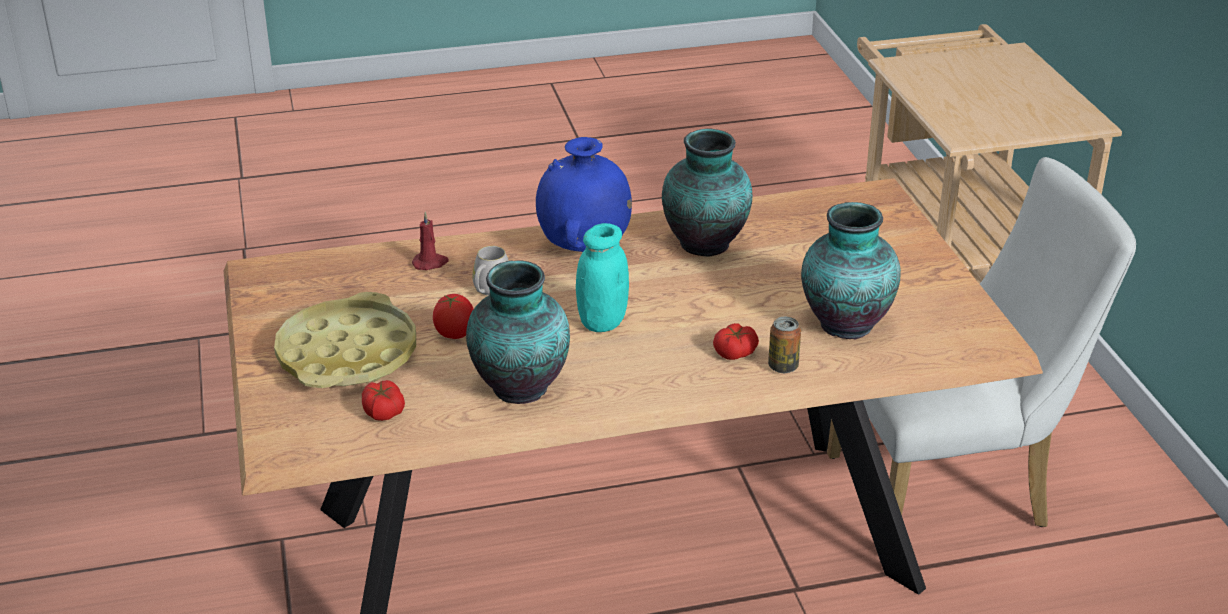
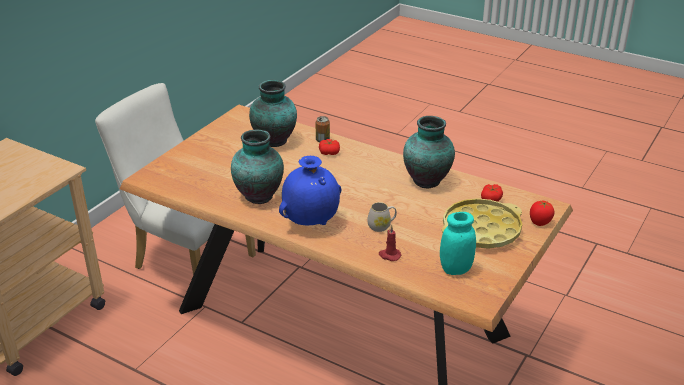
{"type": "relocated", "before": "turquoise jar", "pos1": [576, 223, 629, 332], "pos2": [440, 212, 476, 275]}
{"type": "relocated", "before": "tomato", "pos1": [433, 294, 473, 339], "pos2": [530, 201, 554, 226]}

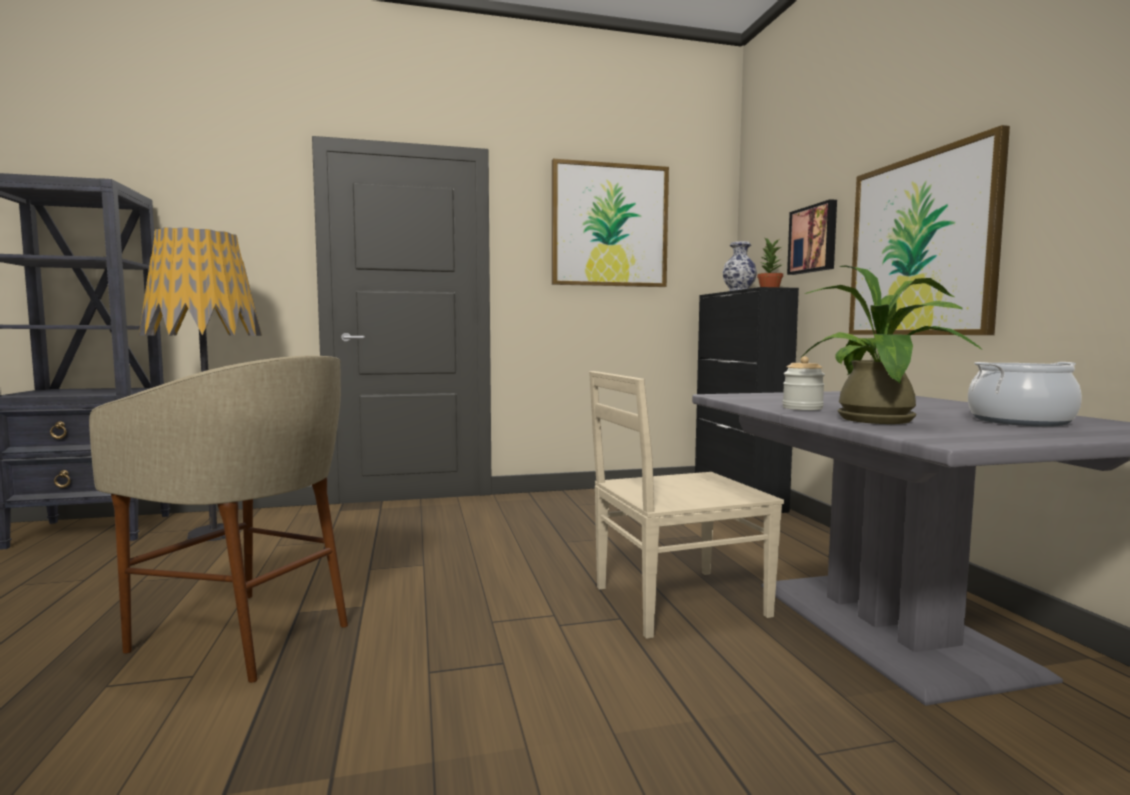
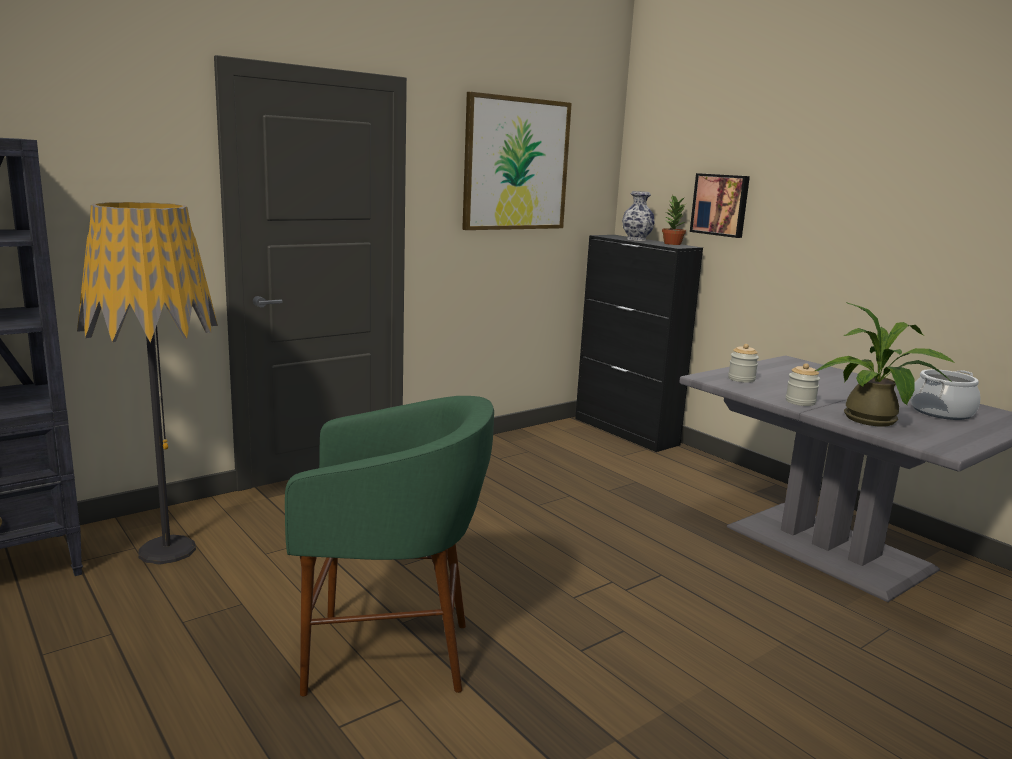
{"type": "colour", "before": "beige stool", "after": "green stool", "pos1": [89, 356, 348, 683], "pos2": [285, 396, 494, 696]}
{"type": "appeared", "after": "jar", "pos2": [728, 344, 759, 383]}
{"type": "missing", "before": "beige chair", "pos1": [589, 371, 784, 639]}
{"type": "missing", "before": "picture", "pos1": [849, 125, 1010, 335]}

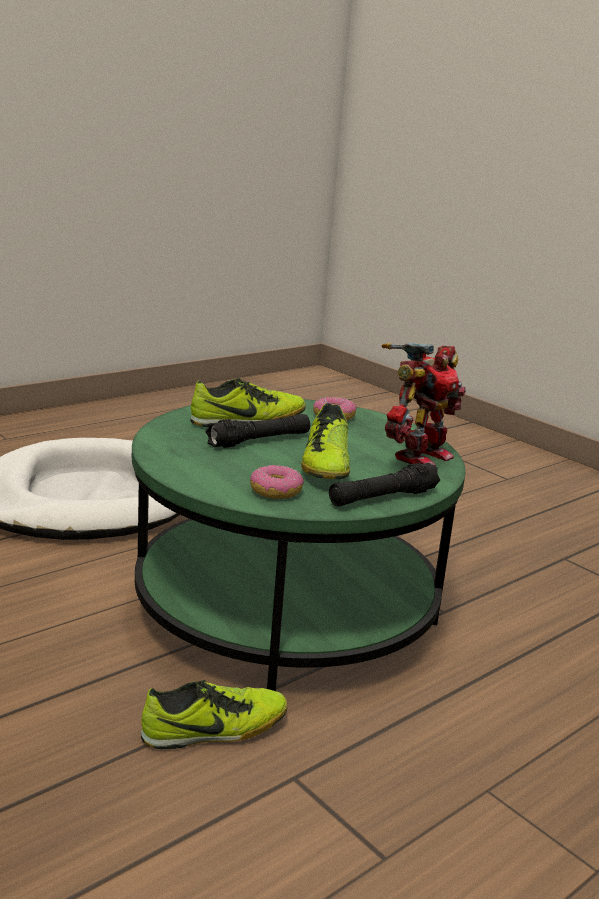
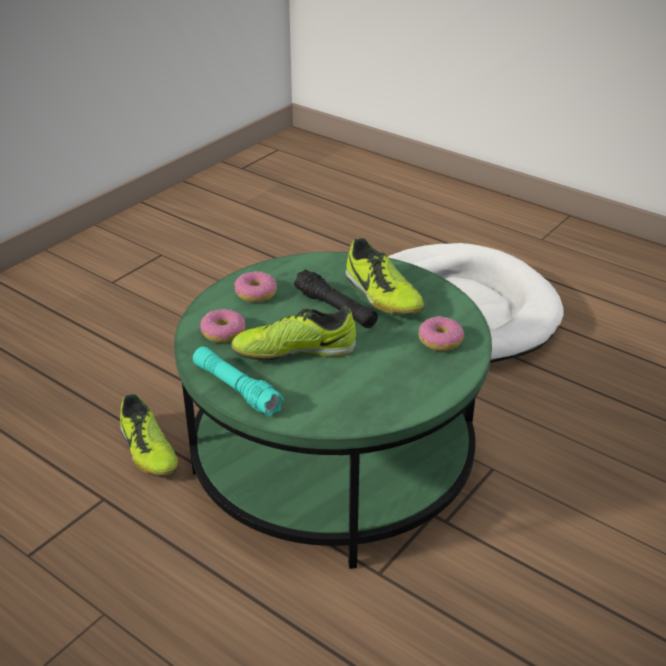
{"type": "colour", "before": "black flashlight", "after": "turquoise flashlight", "pos1": [329, 463, 440, 506], "pos2": [193, 346, 284, 417]}
{"type": "appeared", "after": "donut", "pos2": [234, 271, 277, 302]}
{"type": "missing", "before": "toy robot", "pos1": [382, 343, 466, 466]}

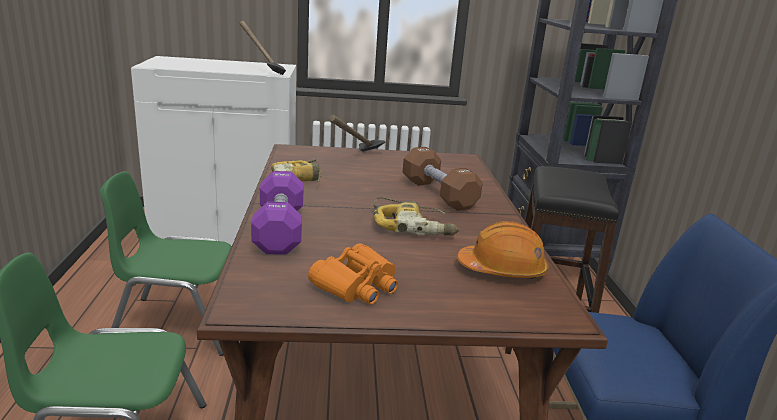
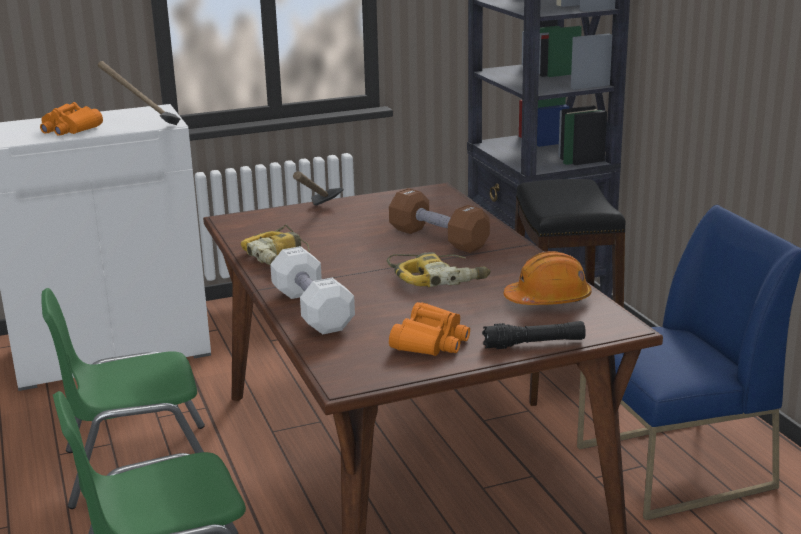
{"type": "appeared", "after": "orange binoculars", "pos2": [40, 102, 103, 136]}
{"type": "colour", "before": "purple dumbbell", "after": "white dumbbell", "pos1": [251, 171, 304, 255], "pos2": [270, 246, 355, 334]}
{"type": "appeared", "after": "black flashlight", "pos2": [482, 321, 586, 349]}

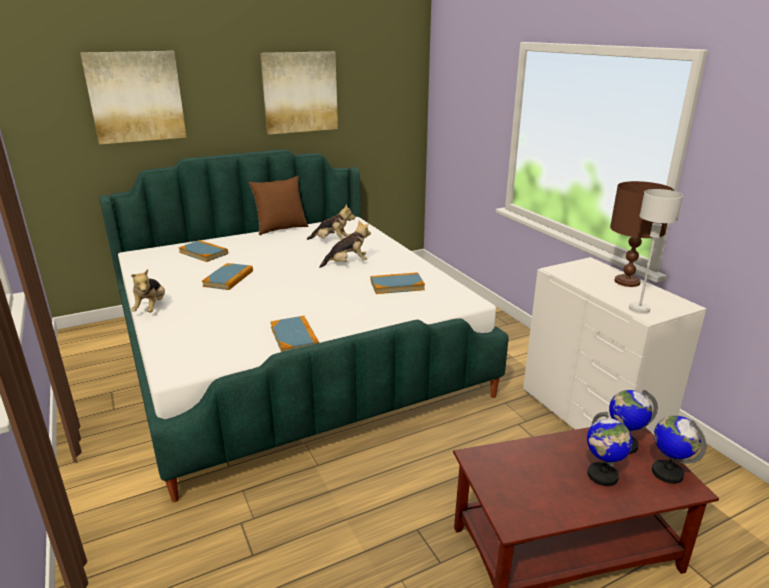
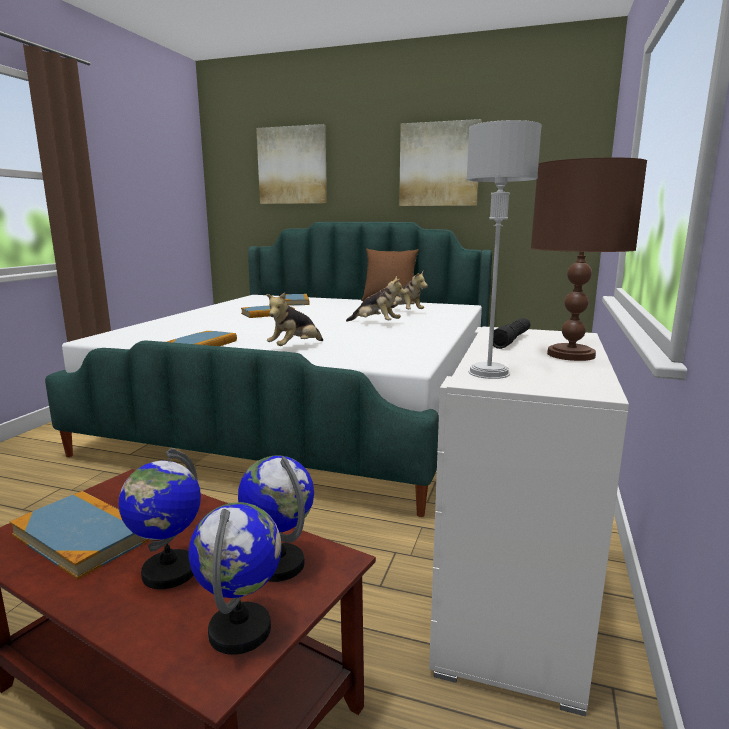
{"type": "relocated", "before": "book", "pos1": [371, 272, 425, 294], "pos2": [10, 491, 150, 580]}
{"type": "relocated", "before": "plush toy", "pos1": [131, 269, 165, 312], "pos2": [266, 292, 323, 346]}
{"type": "appeared", "after": "black flashlight", "pos2": [493, 318, 531, 349]}

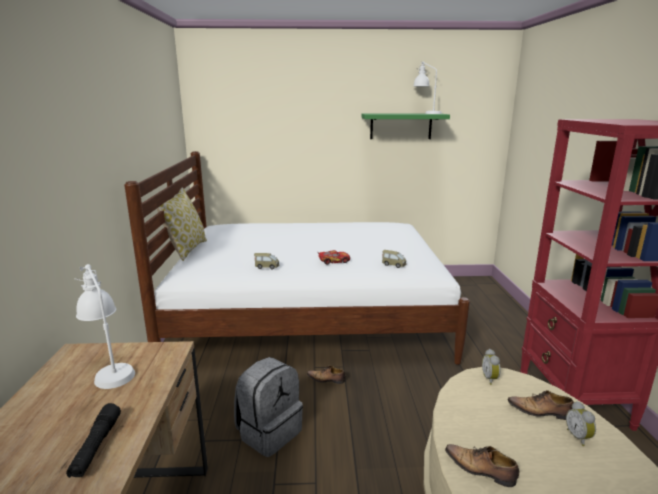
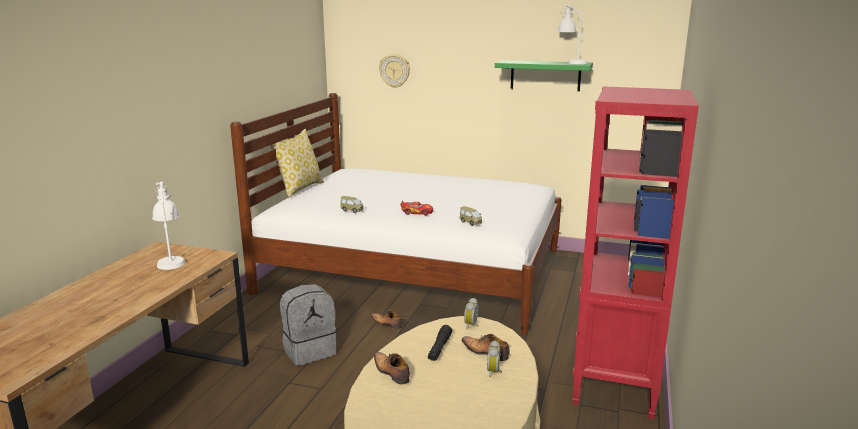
{"type": "appeared", "after": "wall clock", "pos2": [379, 54, 410, 88]}
{"type": "relocated", "before": "black flashlight", "pos1": [66, 403, 121, 478], "pos2": [428, 325, 452, 361]}

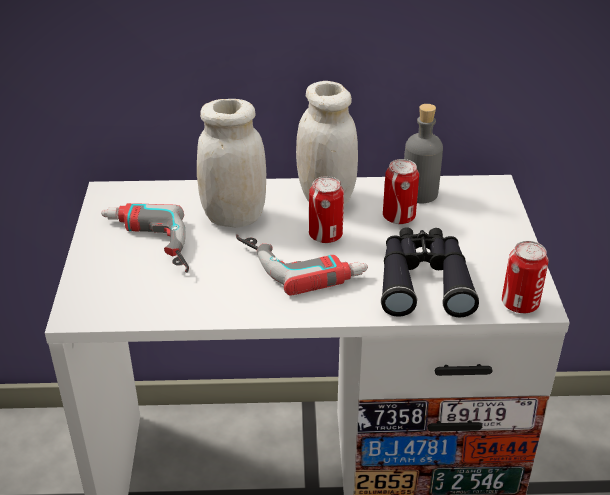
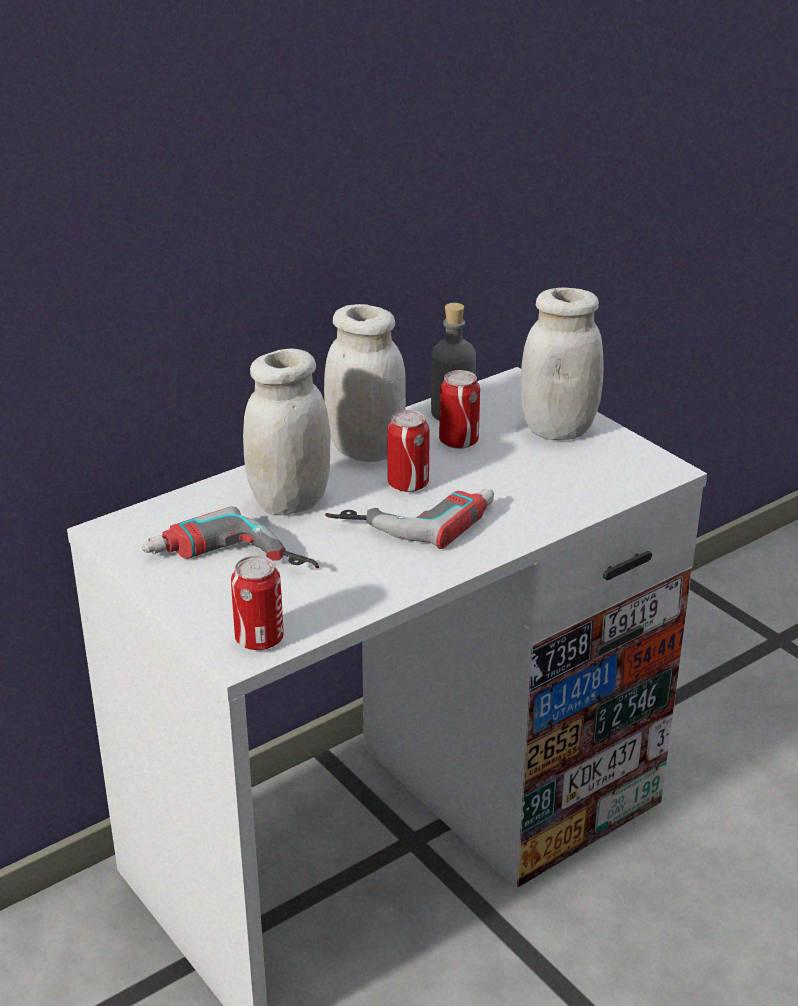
{"type": "relocated", "before": "can", "pos1": [502, 241, 548, 313], "pos2": [231, 556, 284, 650]}
{"type": "appeared", "after": "white jar", "pos2": [521, 288, 603, 440]}
{"type": "missing", "before": "black binoculars", "pos1": [381, 227, 479, 317]}

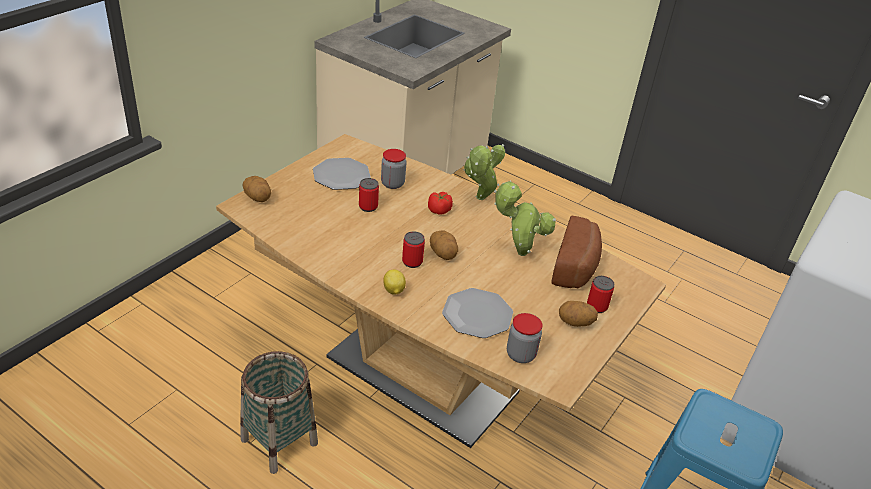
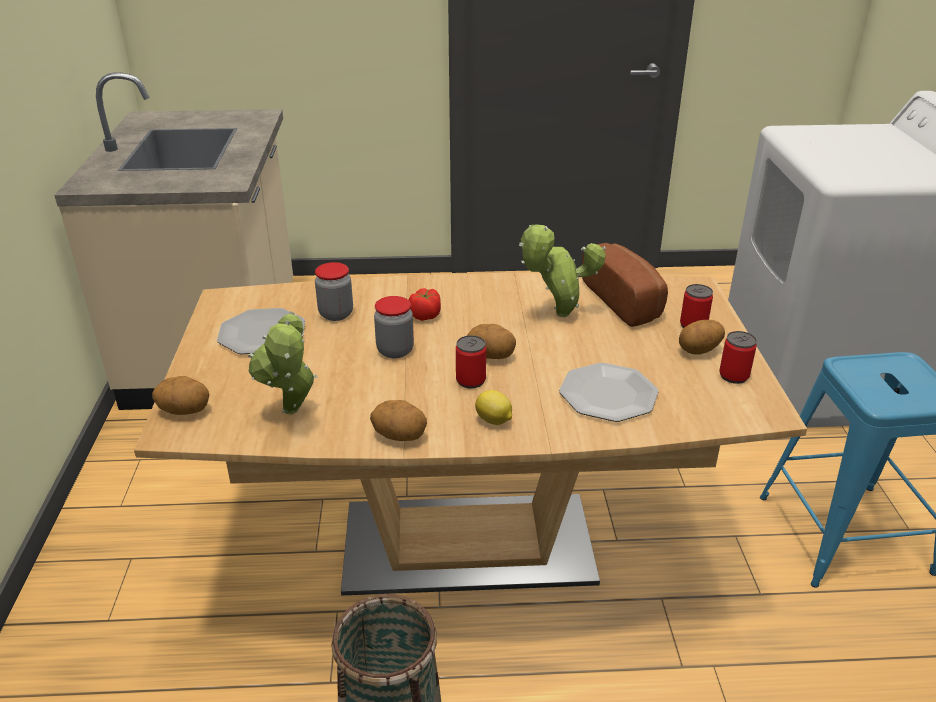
{"type": "relocated", "before": "potted plant", "pos1": [464, 144, 505, 200], "pos2": [248, 311, 318, 415]}
{"type": "appeared", "after": "potato", "pos2": [370, 400, 427, 441]}
{"type": "relocated", "before": "jar", "pos1": [507, 313, 543, 363], "pos2": [374, 296, 414, 358]}
{"type": "relocated", "before": "can", "pos1": [359, 178, 379, 212], "pos2": [719, 331, 757, 384]}

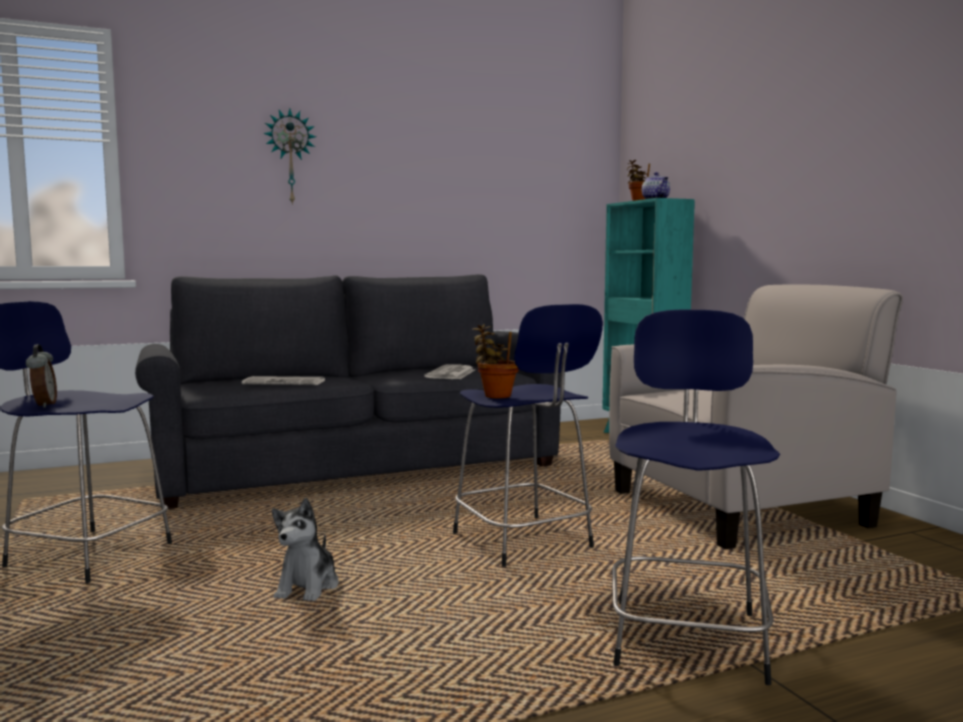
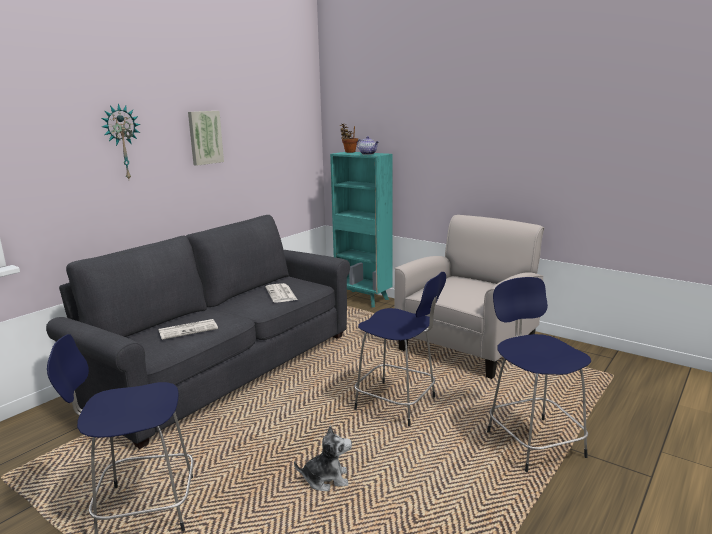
{"type": "appeared", "after": "picture", "pos2": [188, 111, 224, 166]}
{"type": "spun", "before": "plush toy", "pos1": [272, 498, 339, 601], "pos2": [294, 425, 352, 491], "turn": -75}
{"type": "missing", "before": "alarm clock", "pos1": [26, 344, 57, 408]}
{"type": "missing", "before": "potted plant", "pos1": [472, 324, 519, 398]}

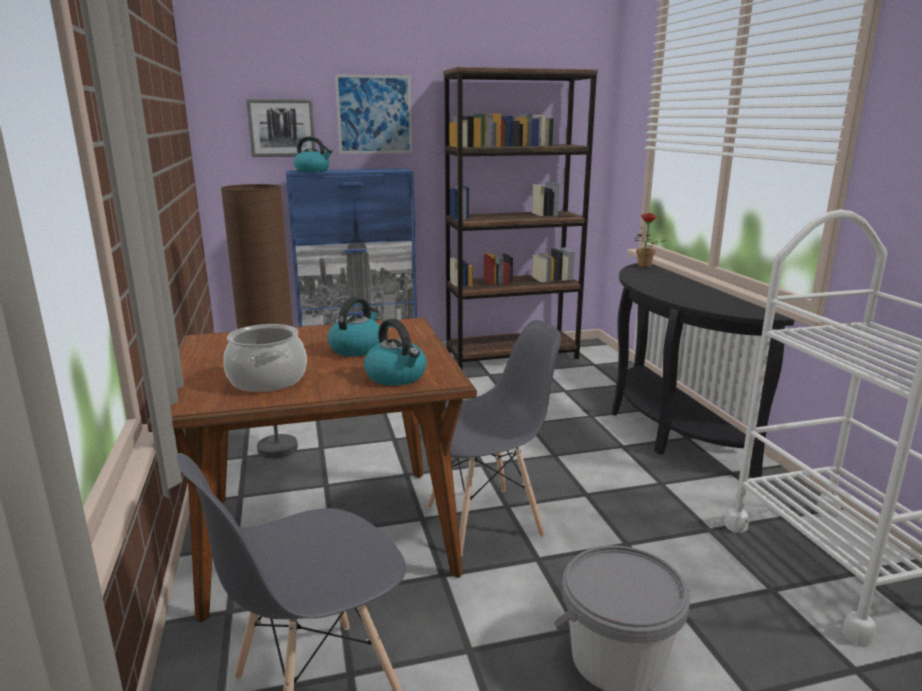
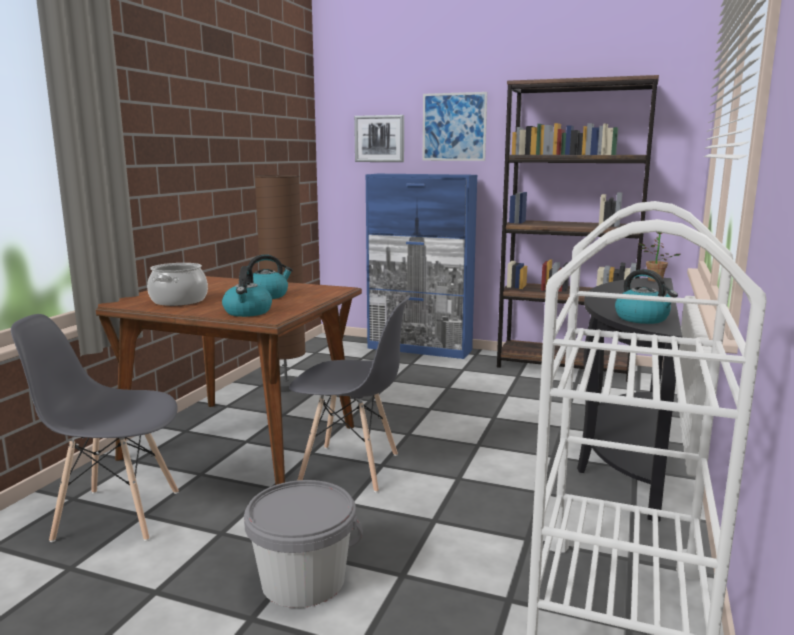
{"type": "relocated", "before": "kettle", "pos1": [294, 136, 332, 172], "pos2": [615, 269, 678, 324]}

